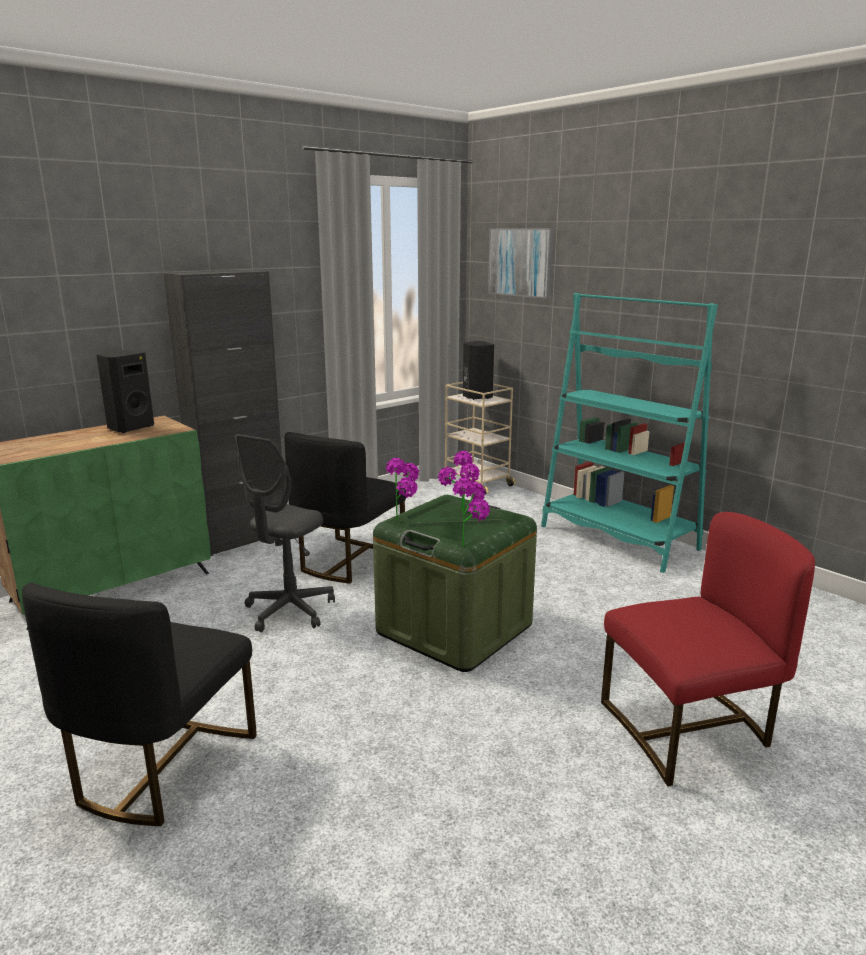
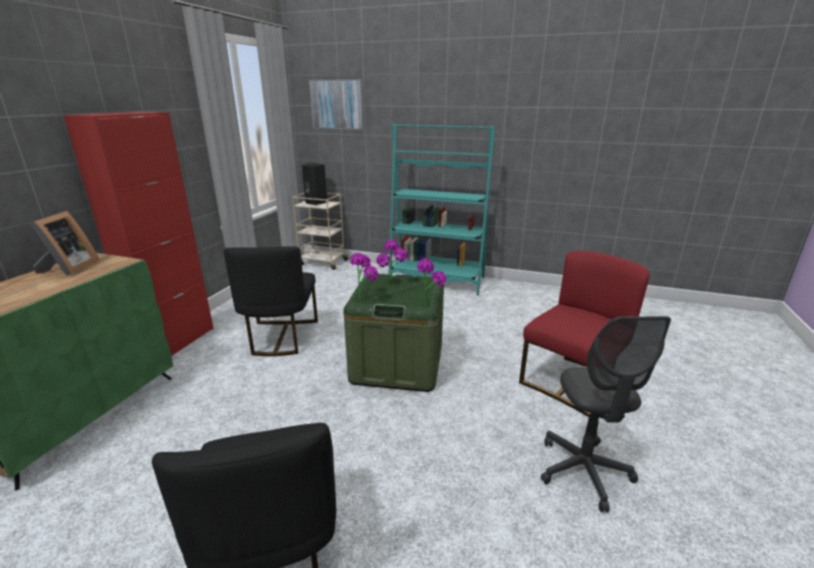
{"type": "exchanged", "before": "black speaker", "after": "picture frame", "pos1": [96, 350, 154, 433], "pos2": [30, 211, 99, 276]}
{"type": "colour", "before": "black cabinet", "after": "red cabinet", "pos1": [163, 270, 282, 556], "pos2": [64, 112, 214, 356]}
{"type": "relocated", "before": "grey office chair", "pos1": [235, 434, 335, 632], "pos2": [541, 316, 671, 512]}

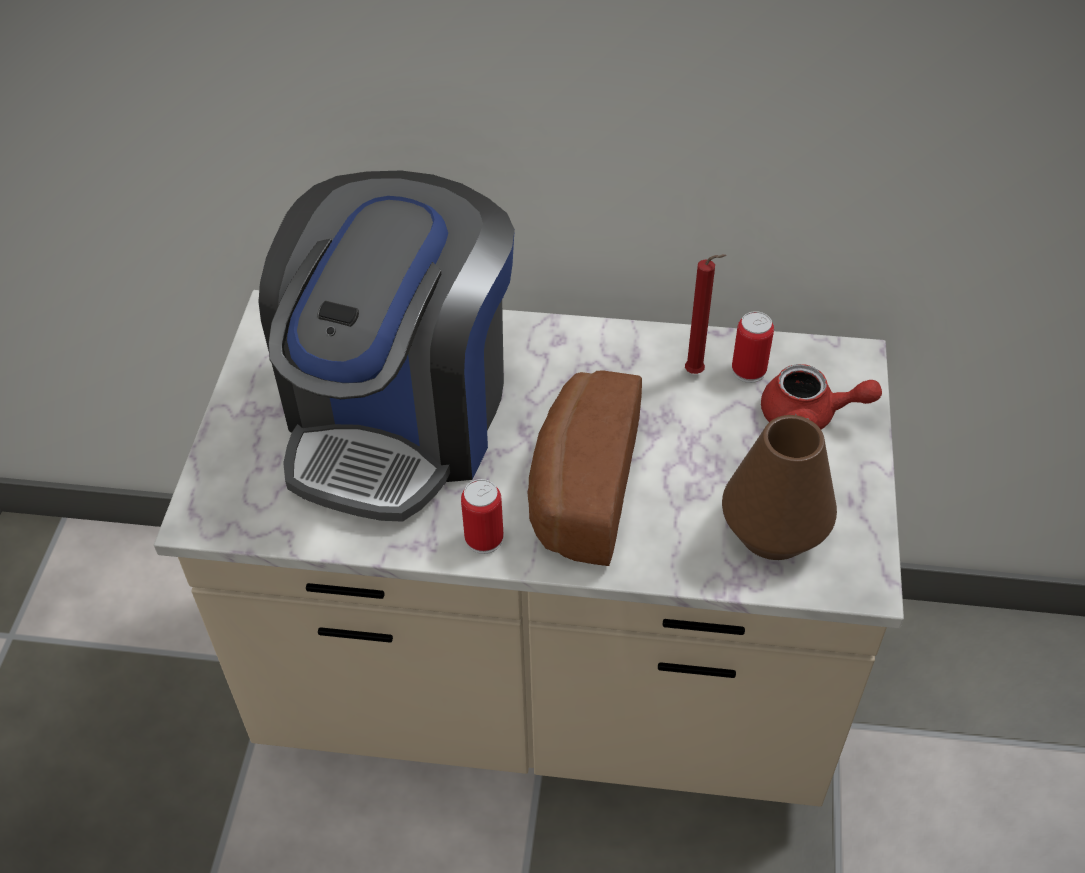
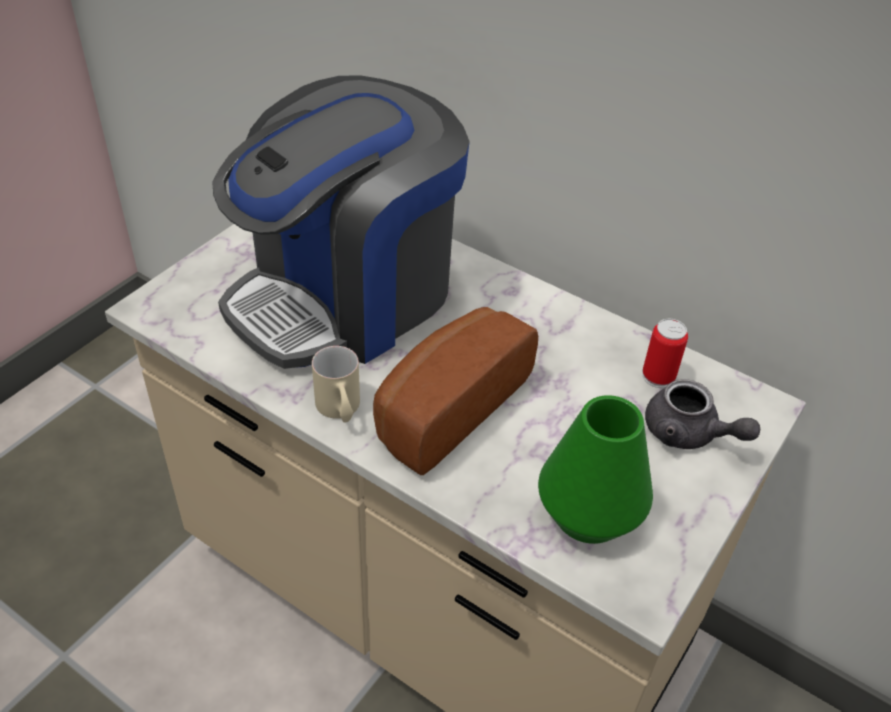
{"type": "exchanged", "before": "can", "after": "beige mug", "pos1": [461, 479, 504, 554], "pos2": [312, 346, 360, 422]}
{"type": "colour", "before": "brown vase", "after": "green vase", "pos1": [722, 415, 837, 560], "pos2": [538, 395, 653, 544]}
{"type": "colour", "before": "red teapot", "after": "grey teapot", "pos1": [761, 364, 882, 429], "pos2": [645, 379, 760, 449]}
{"type": "missing", "before": "red candle", "pos1": [685, 254, 727, 374]}

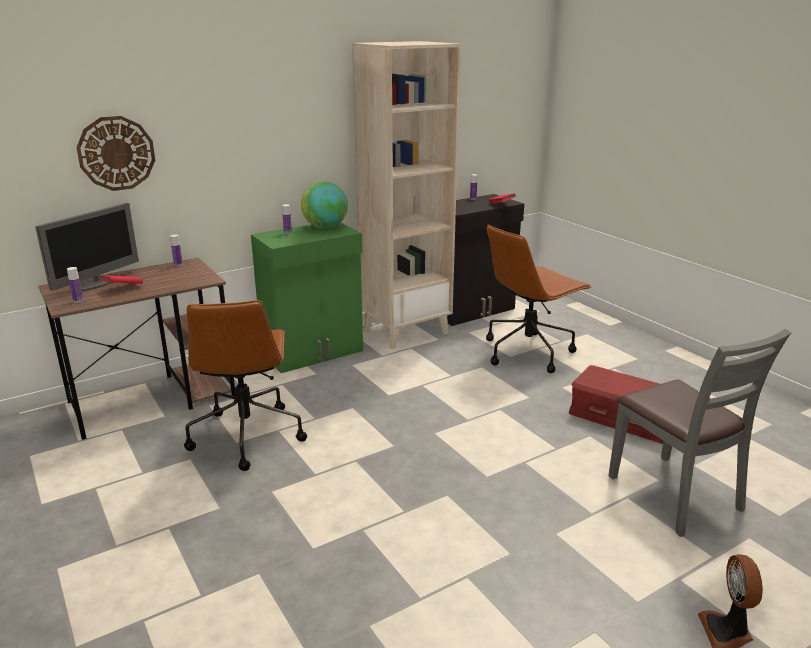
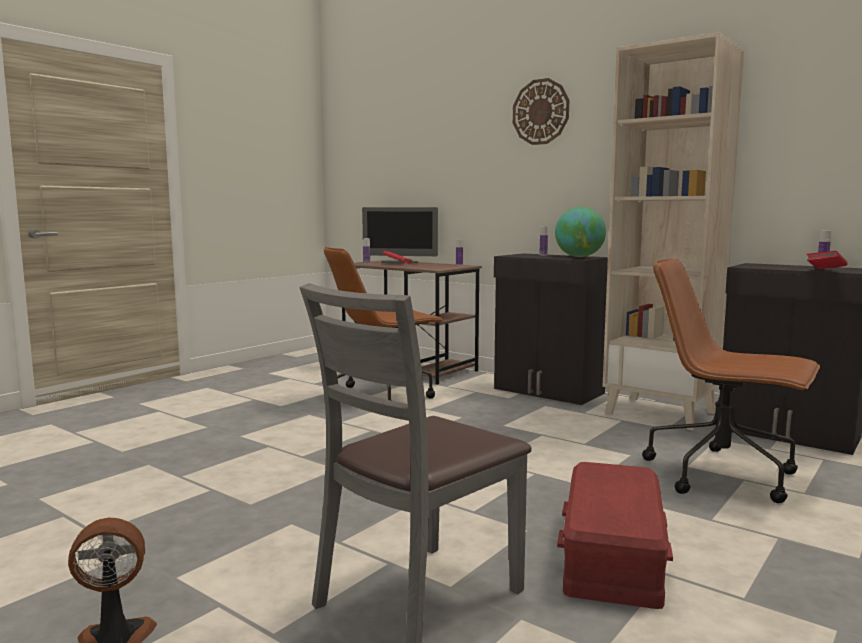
{"type": "colour", "before": "green cabinet", "after": "black cabinet", "pos1": [251, 222, 363, 373], "pos2": [494, 254, 608, 405]}
{"type": "relocated", "before": "wall clock", "pos1": [76, 116, 155, 191], "pos2": [513, 78, 569, 145]}

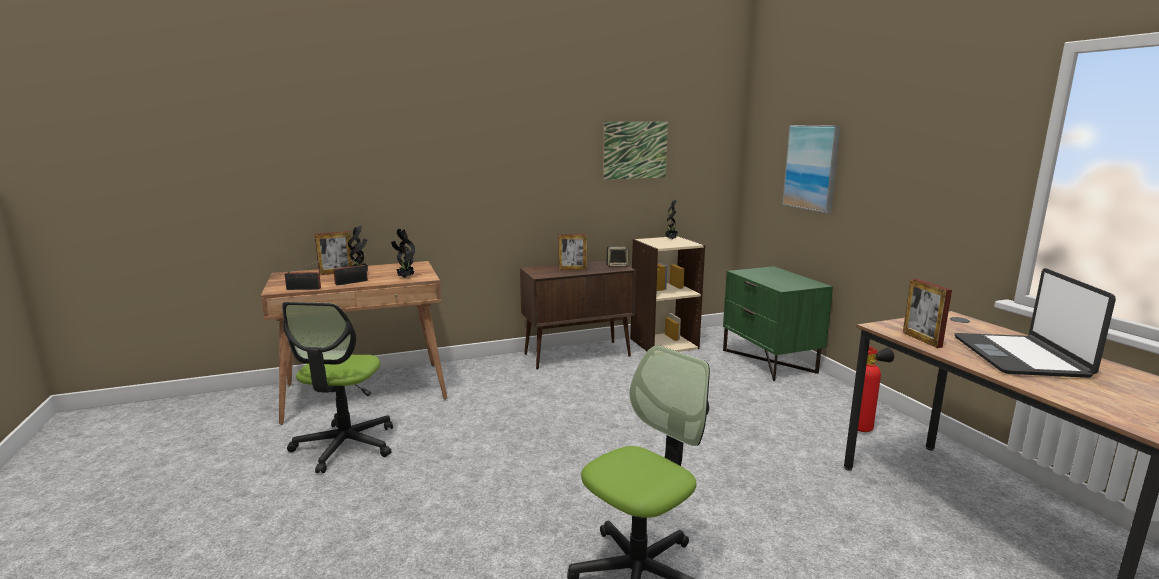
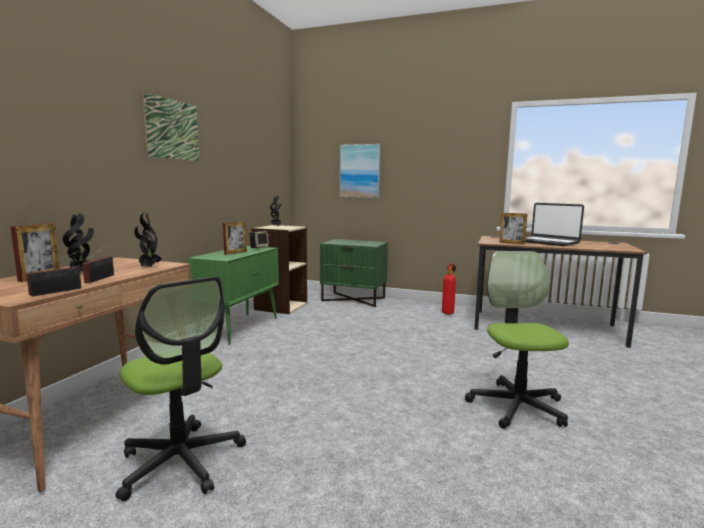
{"type": "relocated", "before": "picture", "pos1": [603, 122, 668, 180], "pos2": [142, 92, 199, 161]}
{"type": "colour", "before": "brown cabinet", "after": "green cabinet", "pos1": [520, 260, 636, 370], "pos2": [188, 246, 279, 345]}

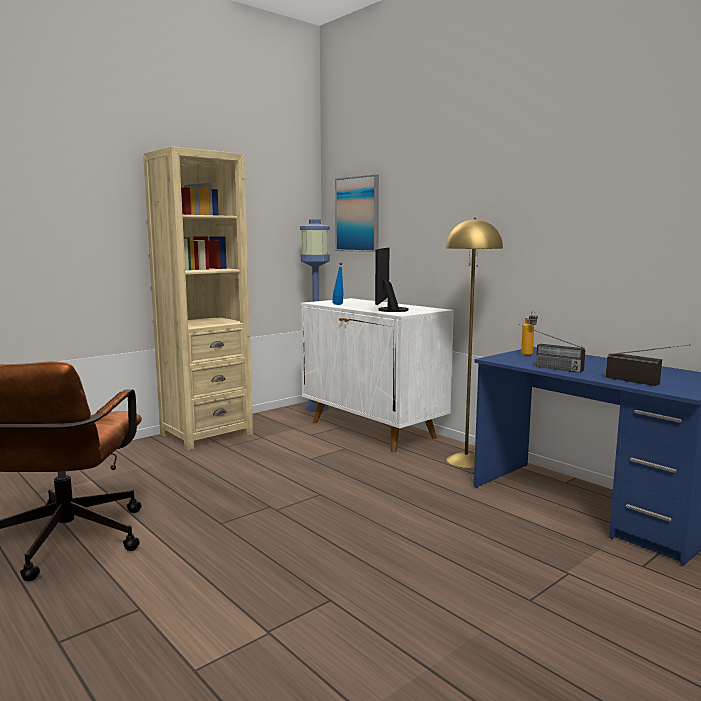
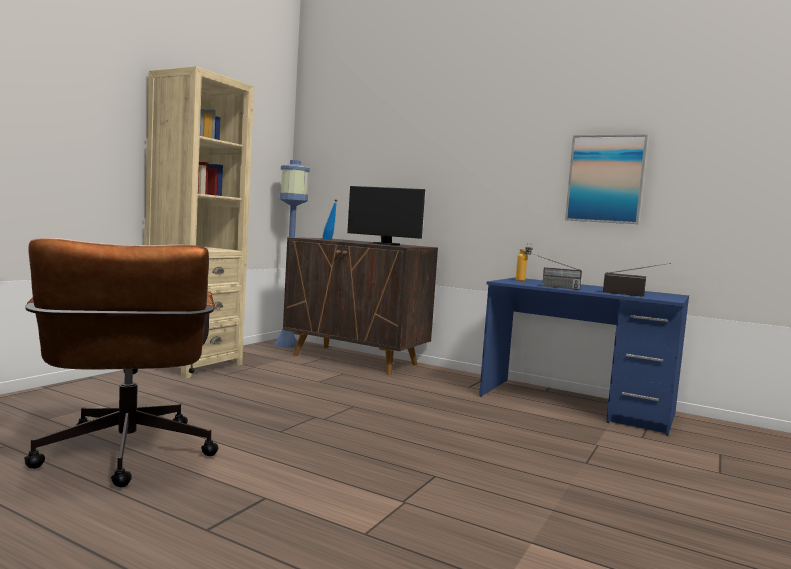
{"type": "colour", "before": "white cabinet", "after": "brown cabinet", "pos1": [301, 298, 454, 452], "pos2": [283, 237, 438, 375]}
{"type": "spun", "before": "monitor", "pos1": [375, 247, 409, 312], "pos2": [347, 186, 425, 245], "turn": -60}
{"type": "relocated", "before": "picture", "pos1": [335, 174, 379, 252], "pos2": [565, 134, 648, 224]}
{"type": "missing", "before": "yellow floor lamp", "pos1": [446, 218, 503, 468]}

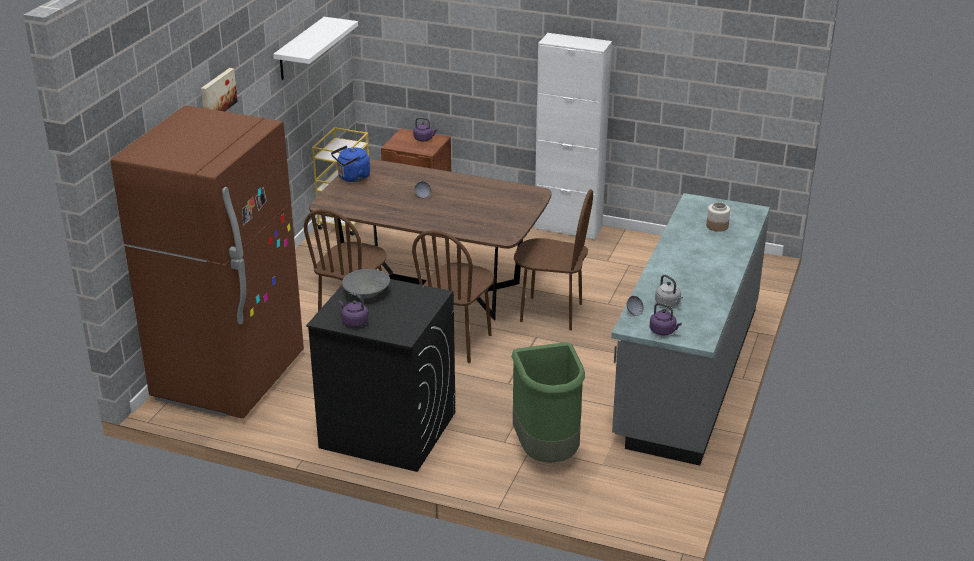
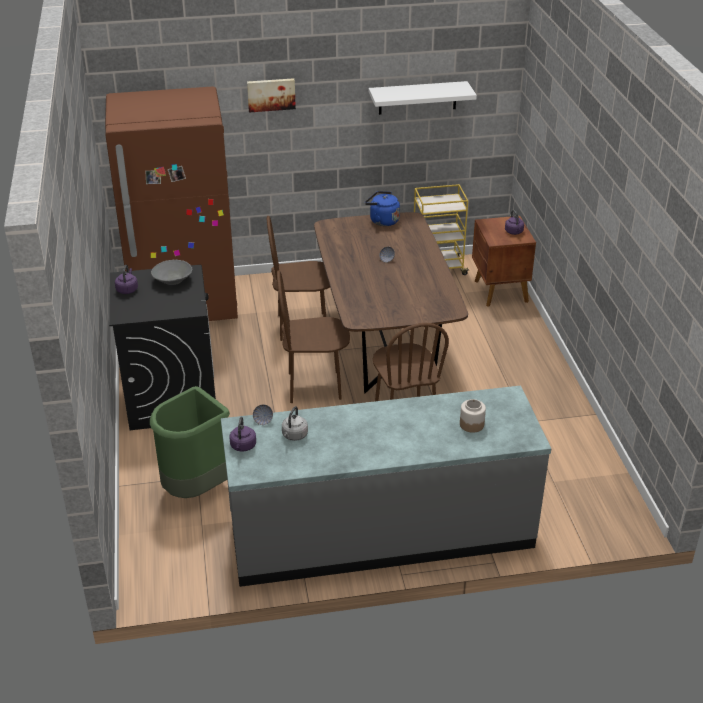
{"type": "missing", "before": "white cabinet", "pos1": [534, 33, 612, 240]}

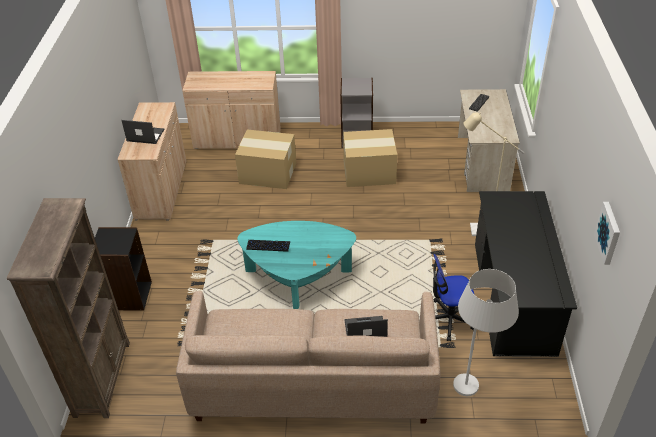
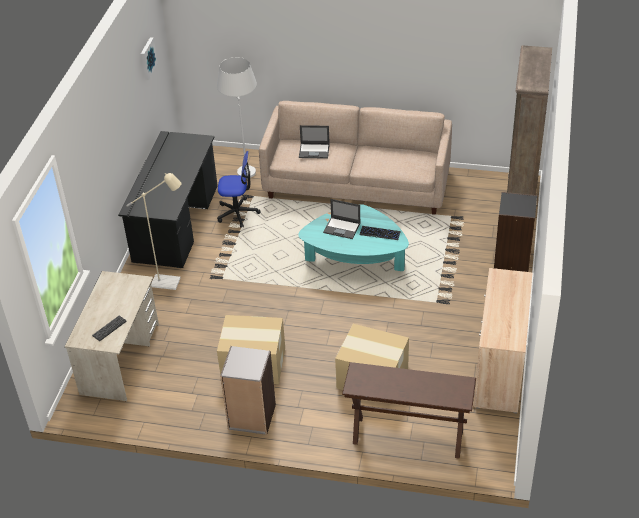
{"type": "relocated", "before": "laptop", "pos1": [121, 120, 164, 144], "pos2": [323, 199, 361, 239]}
{"type": "exchanged", "before": "beige cabinet", "after": "brown console table", "pos1": [182, 71, 281, 149], "pos2": [342, 362, 476, 459]}

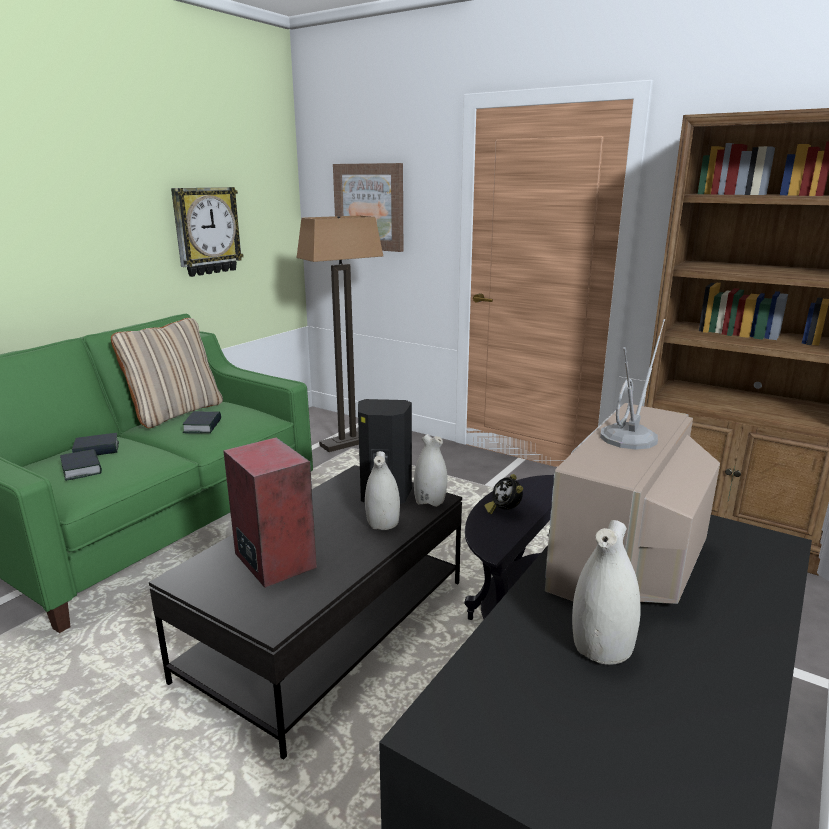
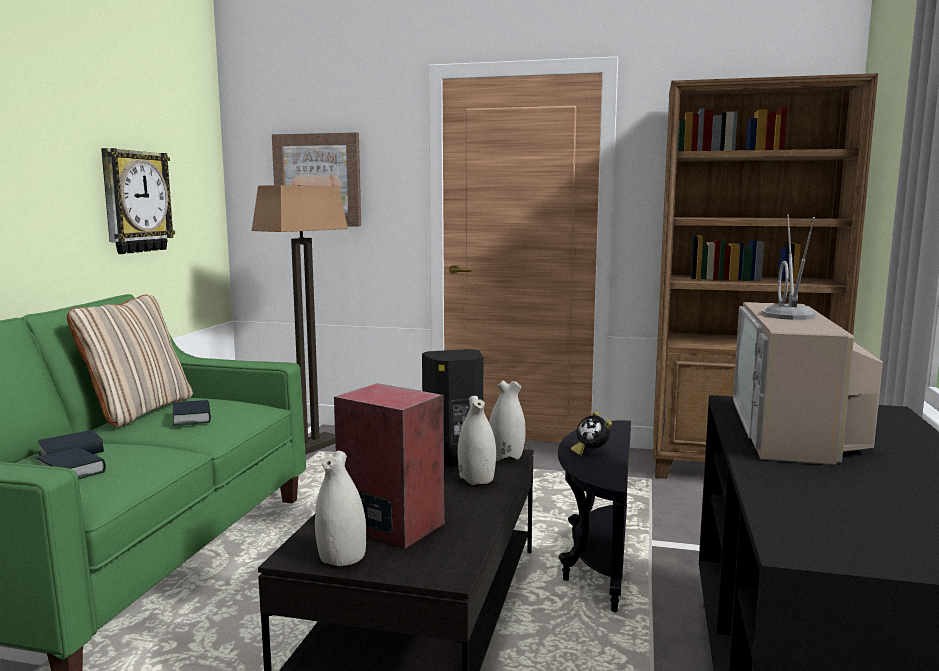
{"type": "relocated", "before": "white vase", "pos1": [572, 520, 641, 665], "pos2": [315, 451, 366, 566]}

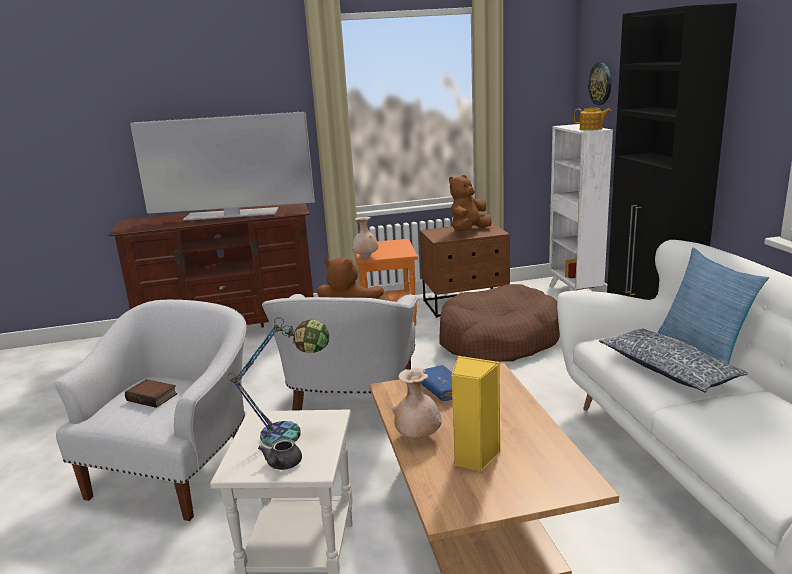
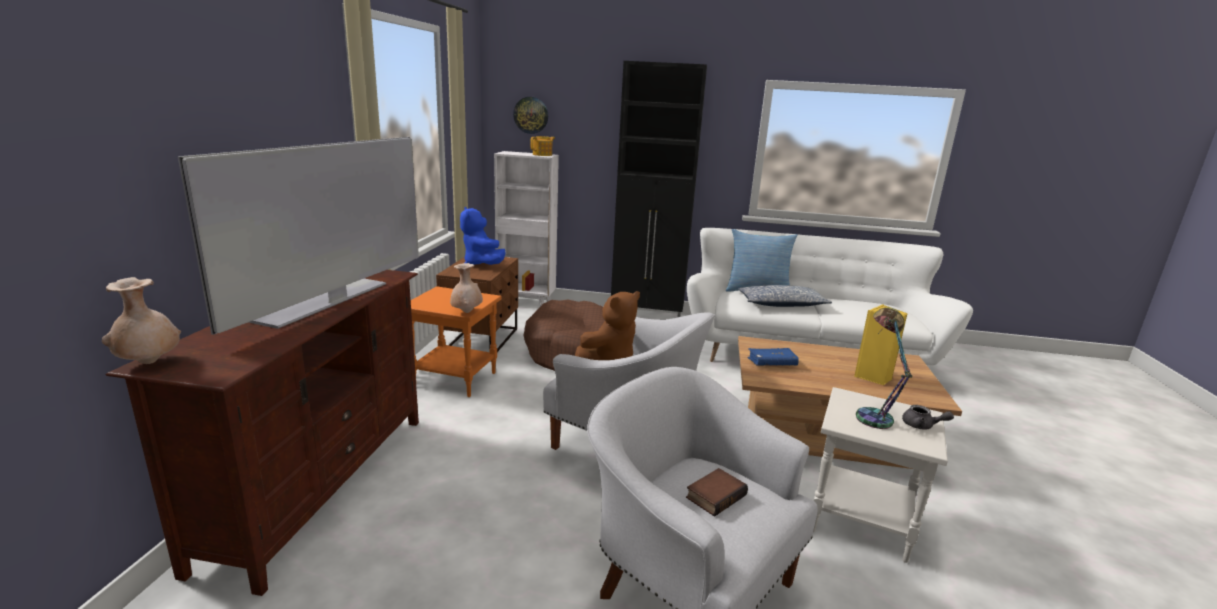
{"type": "relocated", "before": "beige vase", "pos1": [392, 368, 442, 439], "pos2": [102, 277, 181, 364]}
{"type": "colour", "before": "brown plush toy", "after": "blue plush toy", "pos1": [449, 175, 492, 231], "pos2": [460, 207, 506, 265]}

